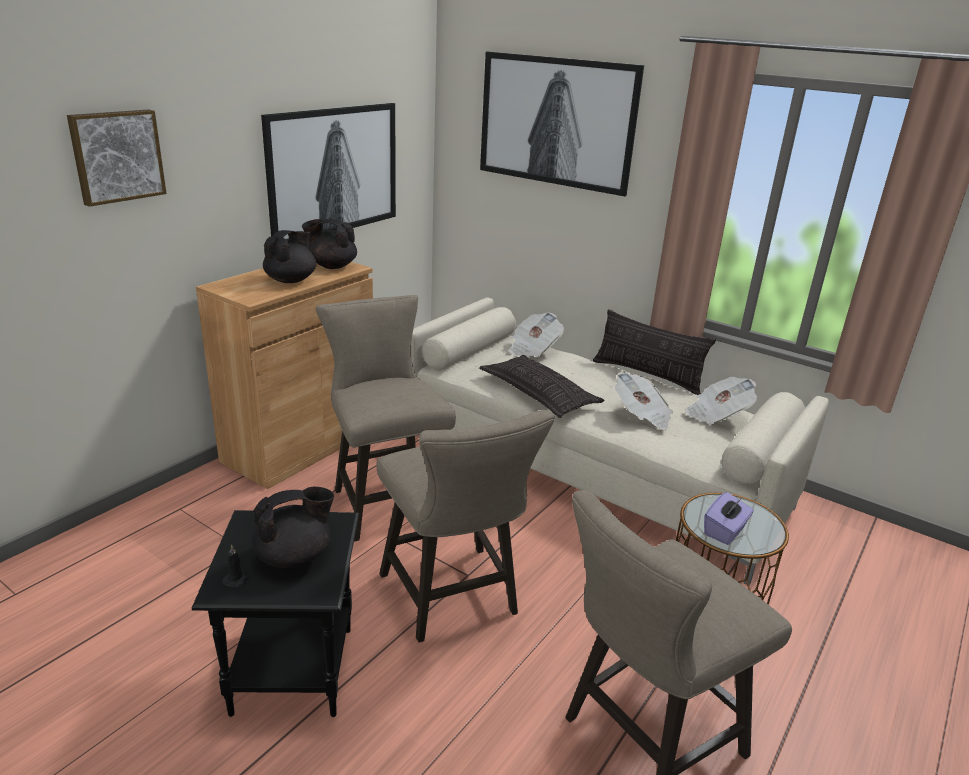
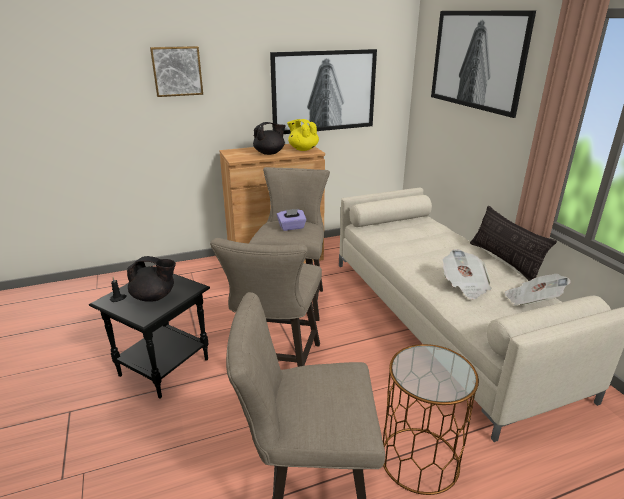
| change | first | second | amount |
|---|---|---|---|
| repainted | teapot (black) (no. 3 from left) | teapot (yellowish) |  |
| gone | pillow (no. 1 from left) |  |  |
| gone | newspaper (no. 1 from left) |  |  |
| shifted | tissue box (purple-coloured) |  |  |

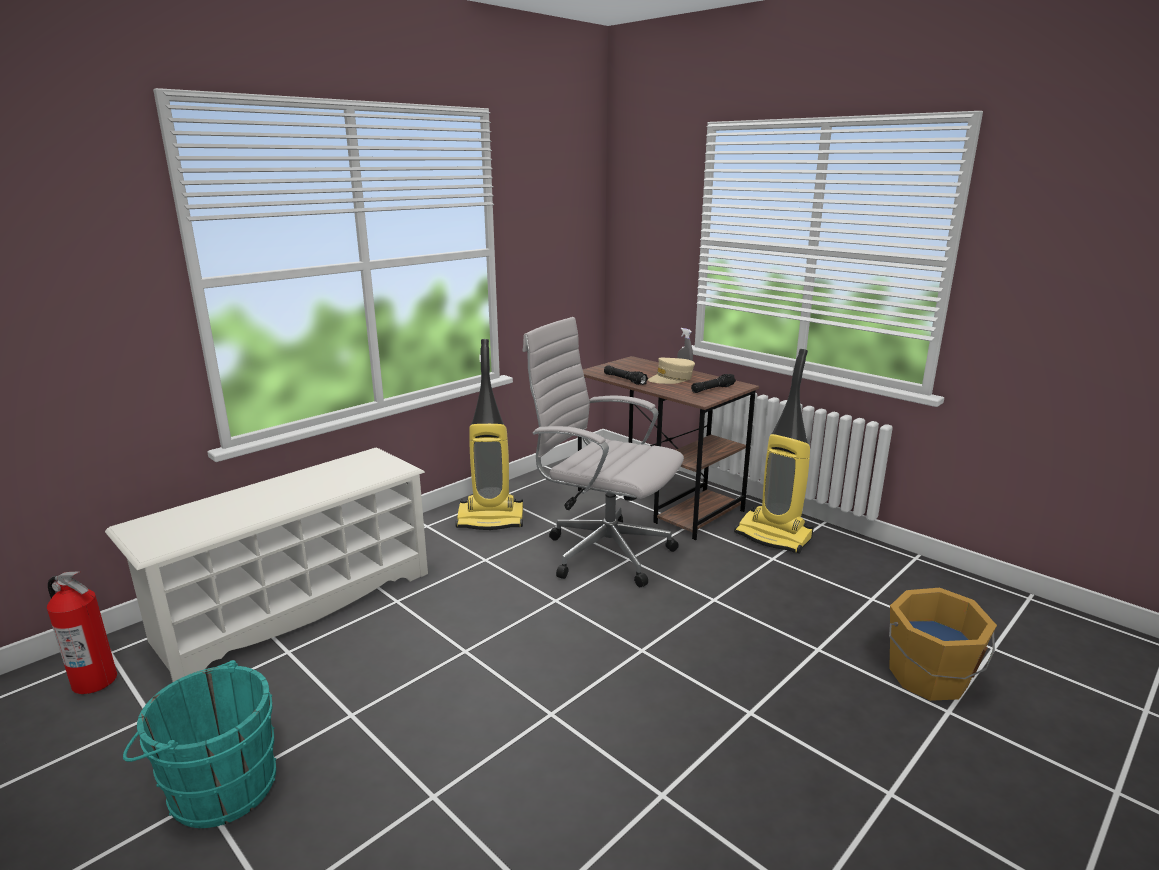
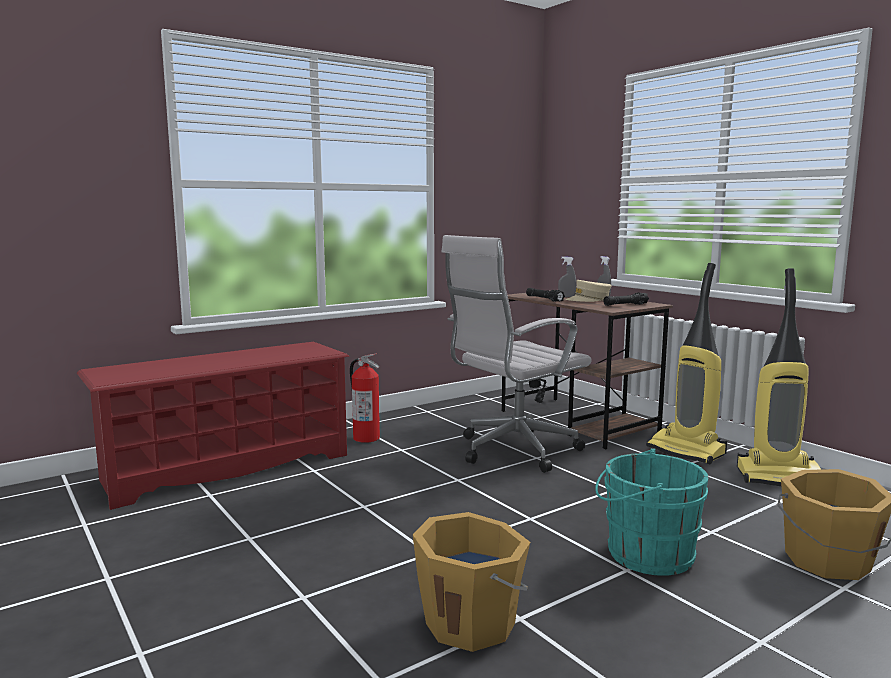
| change | first | second | amount |
|---|---|---|---|
| shifted | extinguisher |  |  |
| repainted | shoe shelf (white) | shoe shelf (red) |  |
| shifted | bucket (blue-green) |  |  |
| shifted | vacuum cleaner (no. 1 from left in the first image) | vacuum cleaner (no. 2 from left) |  |
| rotated | desk chair (white) |  | 75 degrees counterclockwise |
| new |  | bucket (orangey) (no. 1 from left) |  |
| new |  | spray bottle (gray) (no. 1 from left) |  |

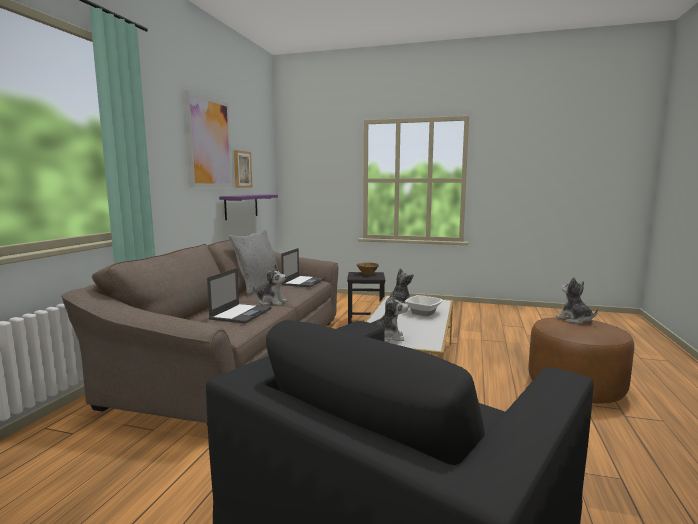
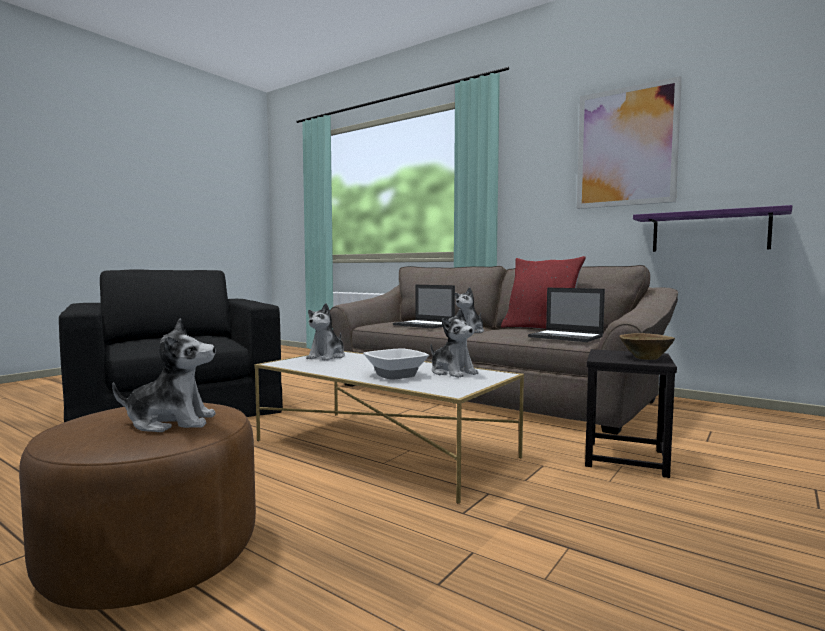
| change | first | second | amount |
|---|---|---|---|
| repainted | pillow (gray) | pillow (red) |  |
| gone | picture (no. 2 from left) |  |  |

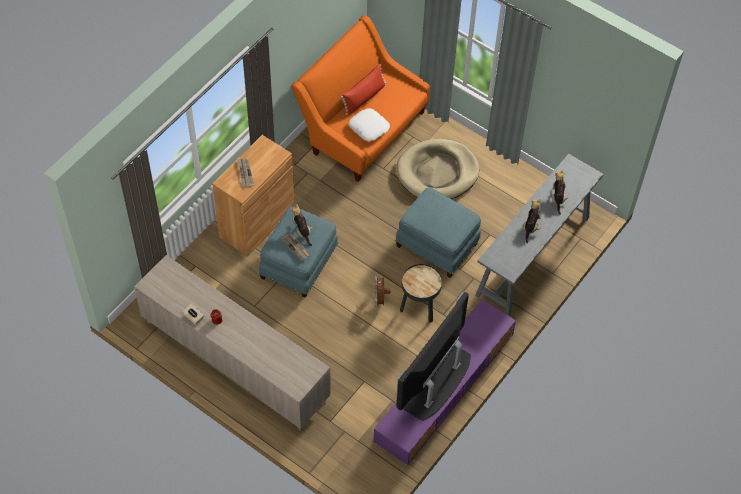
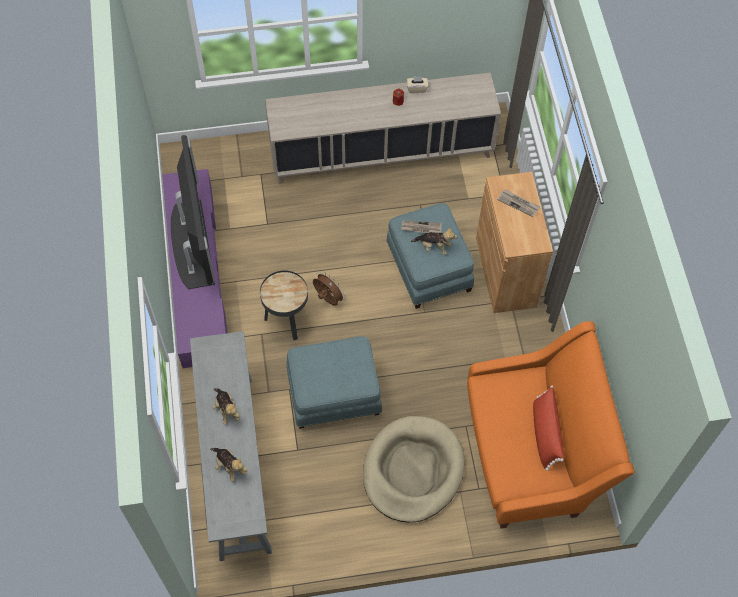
| change | first | second | amount |
|---|---|---|---|
| gone | pillow (white) |  |  |

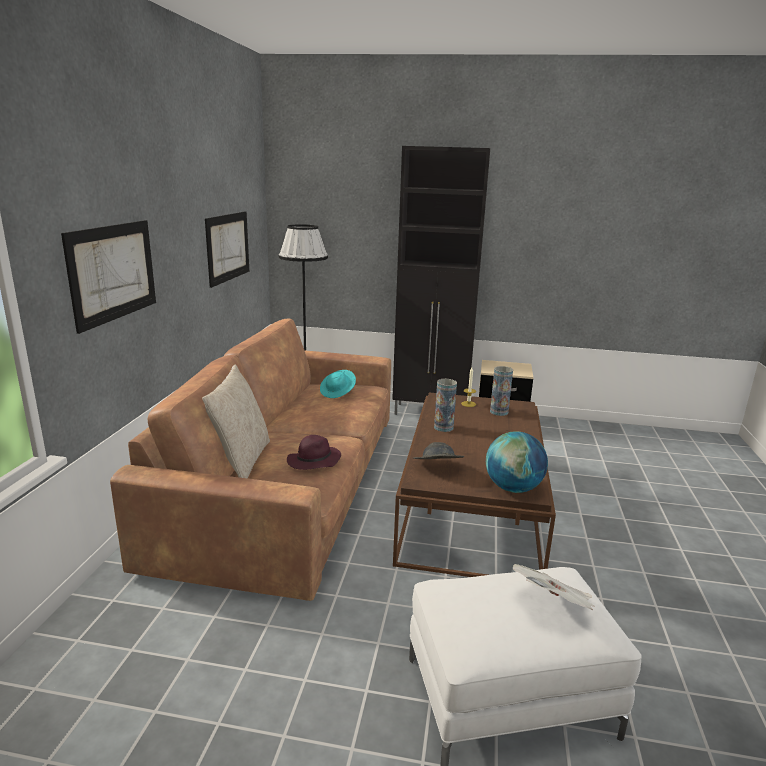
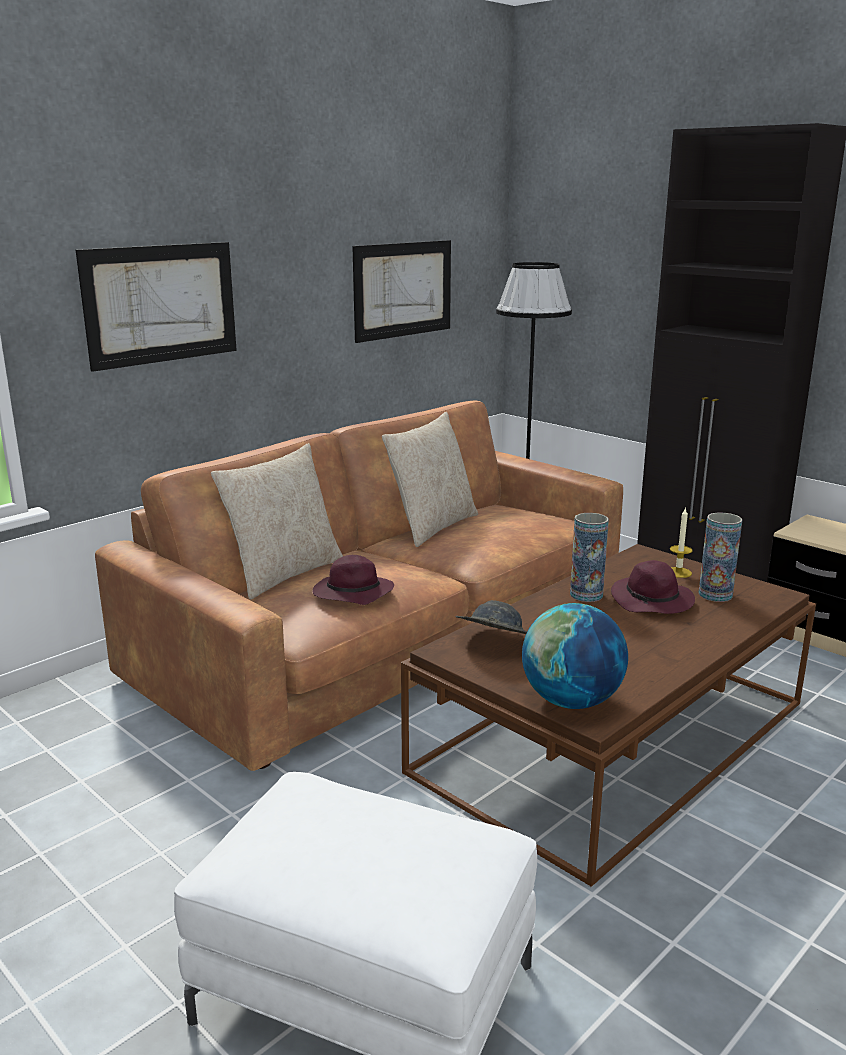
| change | first | second | amount |
|---|---|---|---|
| gone | wearable hat (blue-green) |  |  |
| gone | newspaper |  |  |
| new |  | pillow (sand-coloured) (no. 2 from left) |  |
| new |  | wearable hat (purple-coloured) (no. 2 from left) |  |

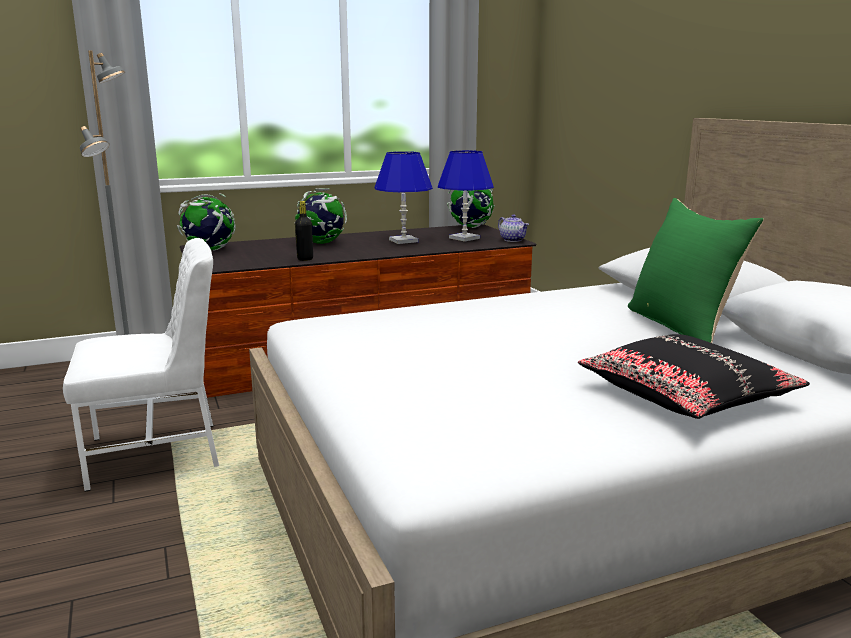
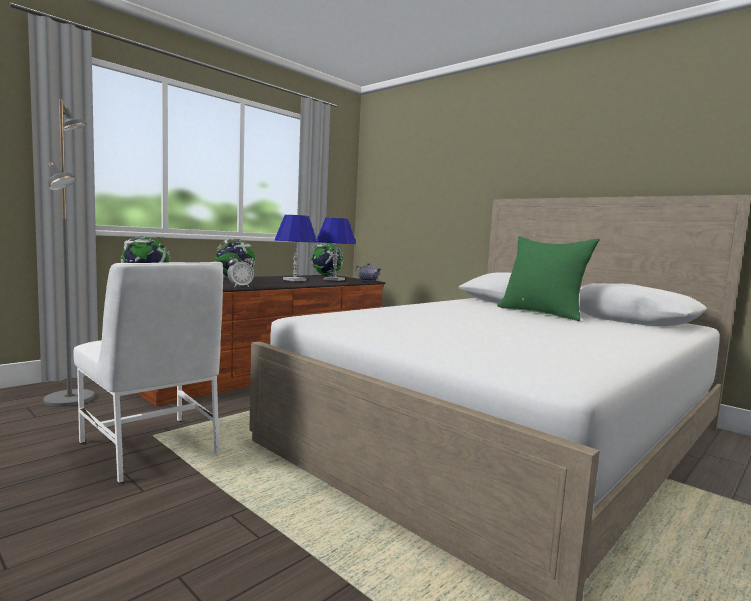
| change | first | second | amount |
|---|---|---|---|
| rotated | plain chair (white) |  | 90 degrees clockwise |
| swapped | bottle (black) | alarm clock |  |
| gone | pillow (black) |  |  |

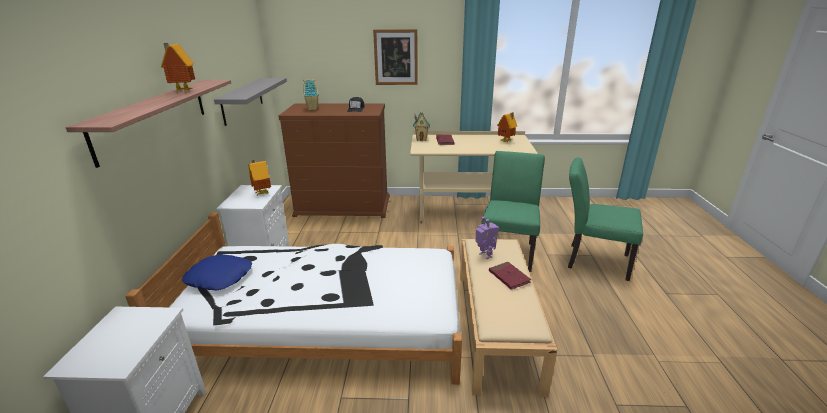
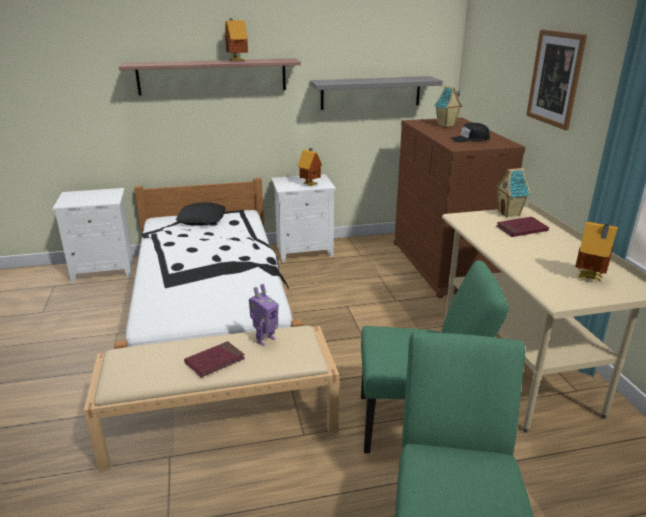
| change | first | second | amount |
|---|---|---|---|
| repainted | pillow (blue-coloured) | pillow (black) |  |

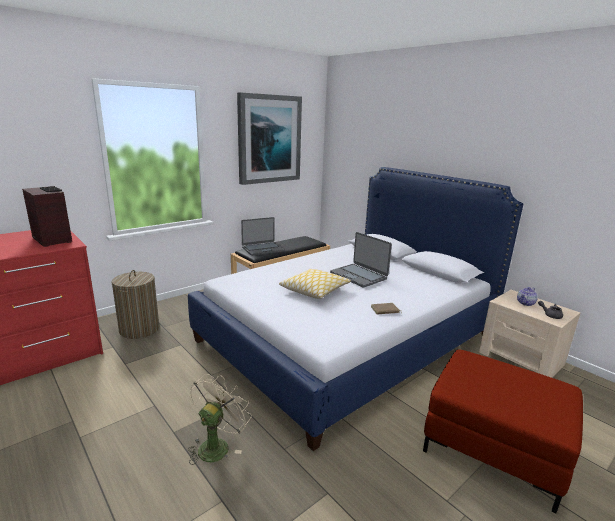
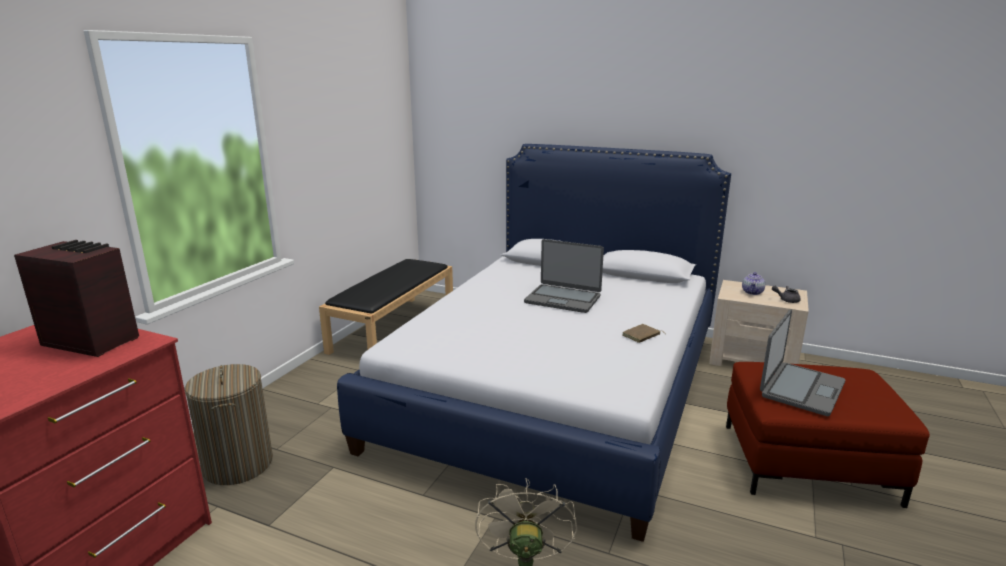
| change | first | second | amount |
|---|---|---|---|
| gone | picture |  |  |
| shifted | notebook computer (no. 1 from left in the first image) | notebook computer (no. 2 from left) |  |
| gone | pillow |  |  |

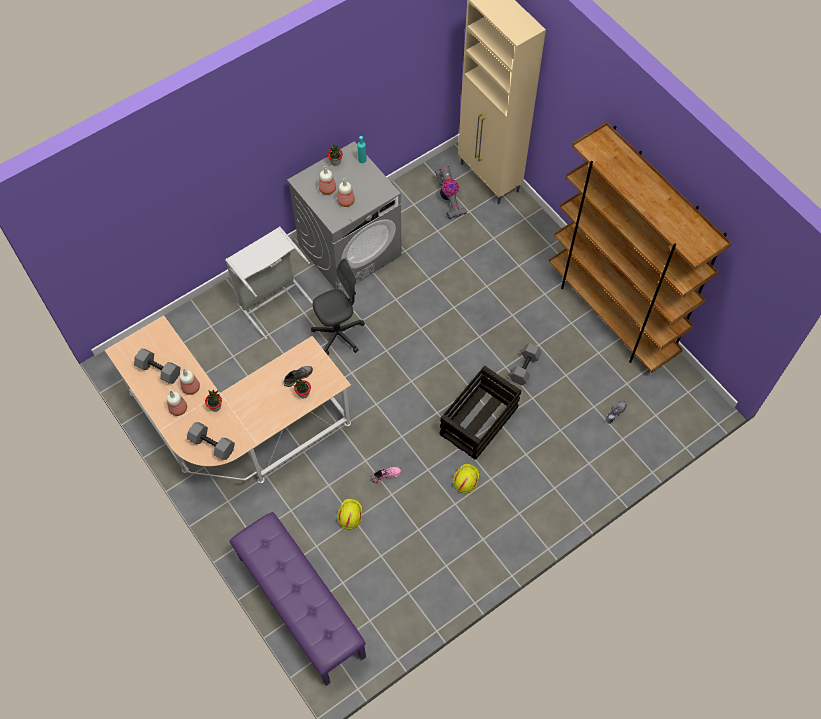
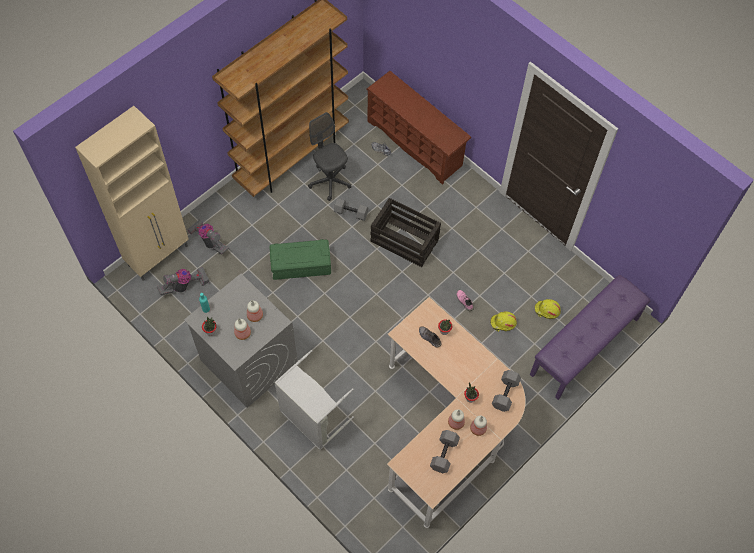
| change | first | second | amount |
|---|---|---|---|
| shifted | desk chair (gray) |  |  |
| shifted | hard hat (yellowish) (no. 2 from left) |  |  |
| new |  | vacuum cleaner (no. 2 from left) |  |
| new |  | storage bin (greenish) |  |
| new |  | shoe shelf (brown-coloured) |  |

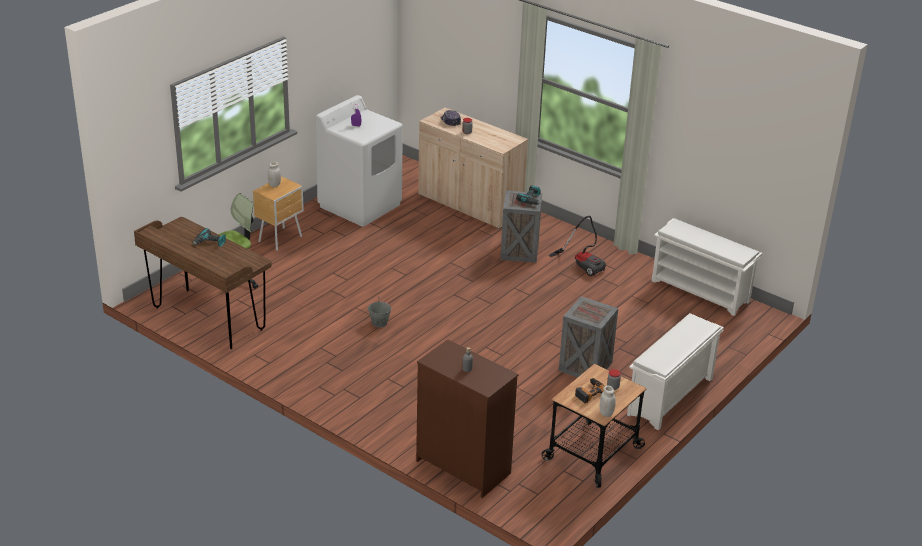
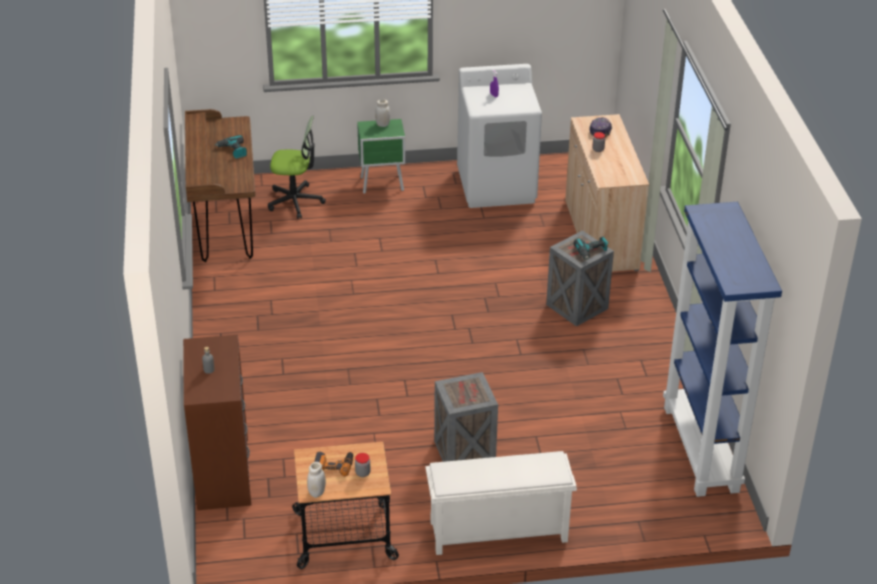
| change | first | second | amount |
|---|---|---|---|
| repainted | bedside table (brown-coloured) | bedside table (greenish) |  |
| gone | bucket (gray) |  |  |
| gone | vacuum cleaner |  |  |
| swapped | shoe shelf (white) (no. 2 from left) | bookcase (blue-coloured) |  |

